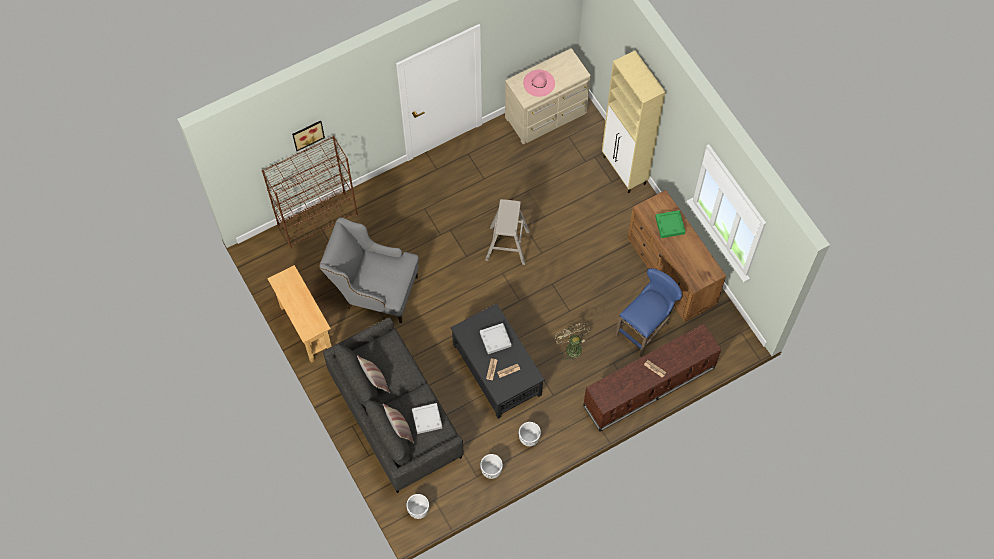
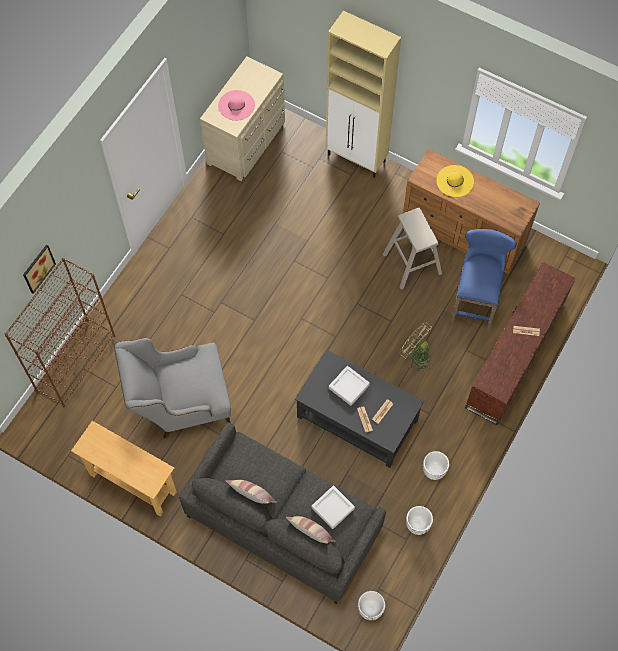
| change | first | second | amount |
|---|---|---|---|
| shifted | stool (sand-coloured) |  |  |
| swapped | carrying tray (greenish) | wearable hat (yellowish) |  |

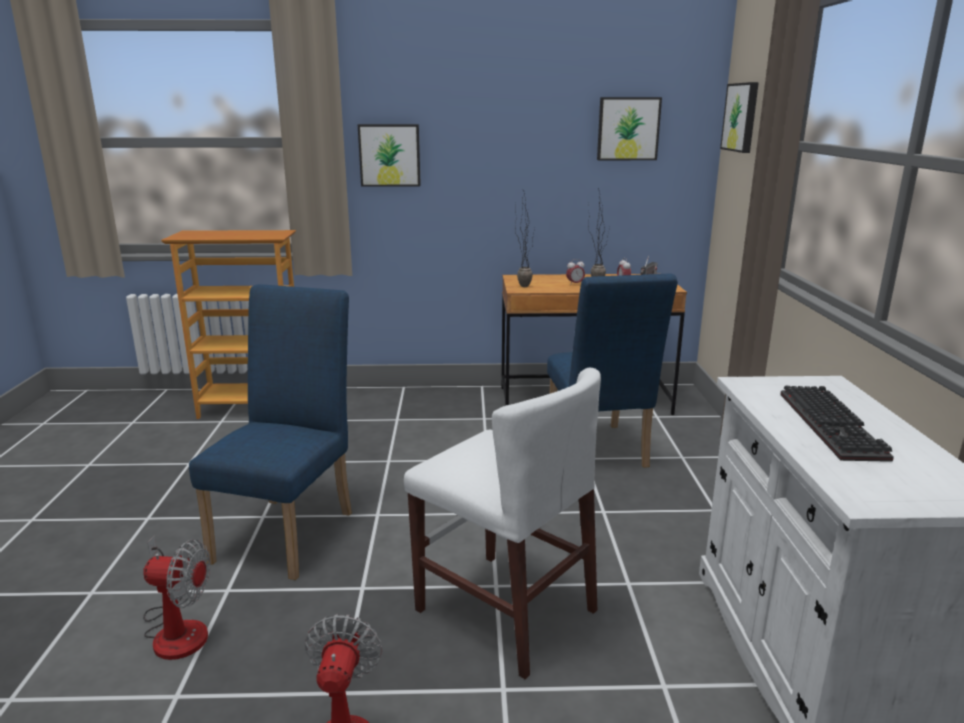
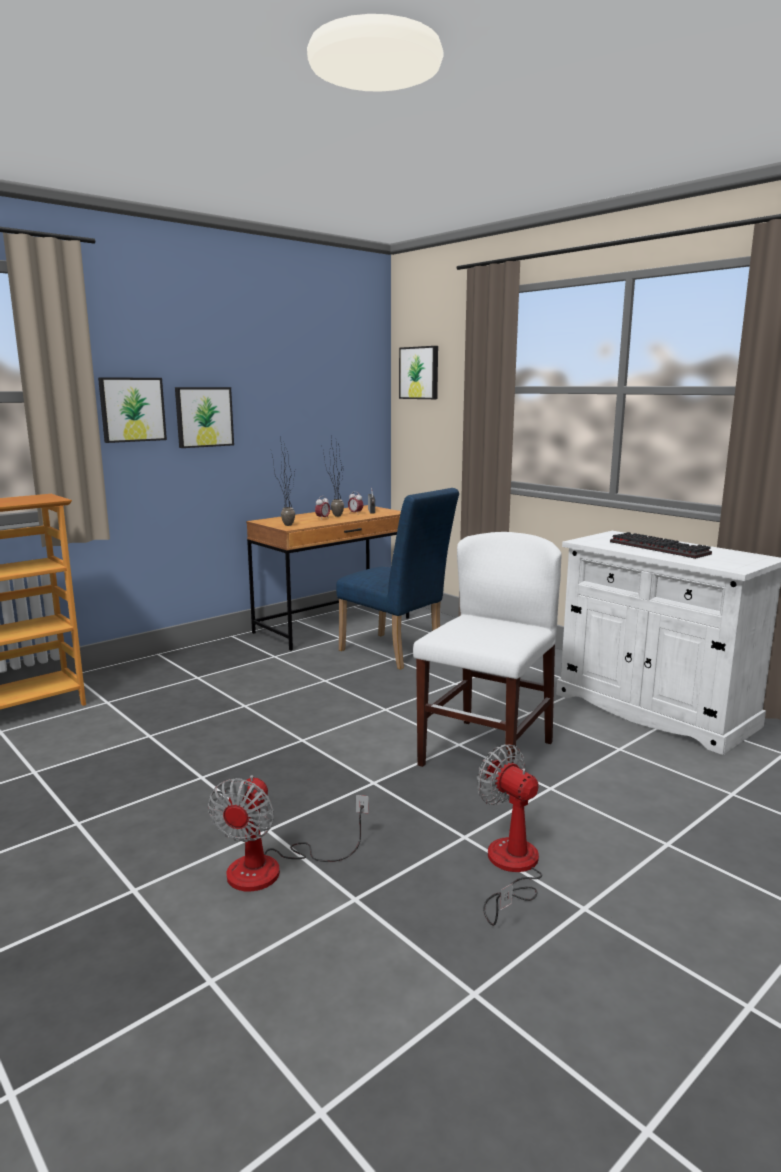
| change | first | second | amount |
|---|---|---|---|
| rotated | cooling fan (no. 1 from left) |  | 135 degrees clockwise |
| gone | plain chair (blue-coloured) (no. 1 from left) |  |  |
| rotated | plain chair (white) |  | 60 degrees counterclockwise |
| shifted | picture (no. 2 from left) |  |  |

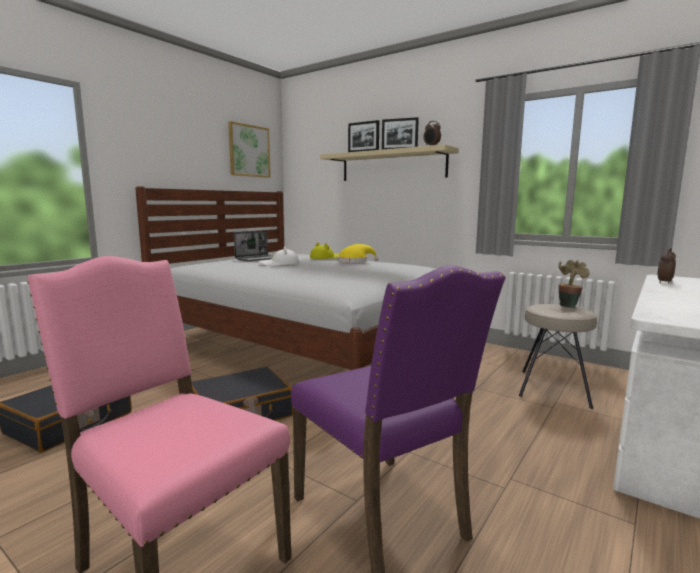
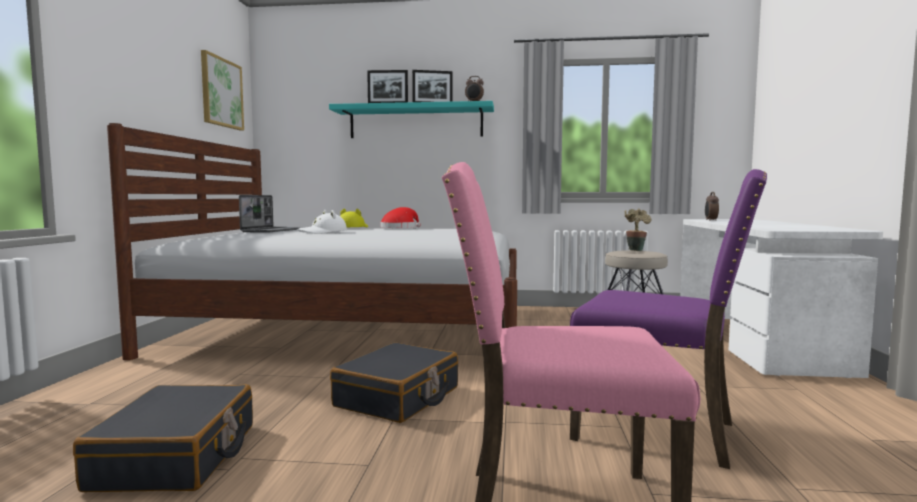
| change | first | second | amount |
|---|---|---|---|
| repainted | shelf (sand-coloured) | shelf (blue-green) |  |
| repainted | wearable hat (yellowish) (no. 2 from left) | wearable hat (red) |  |

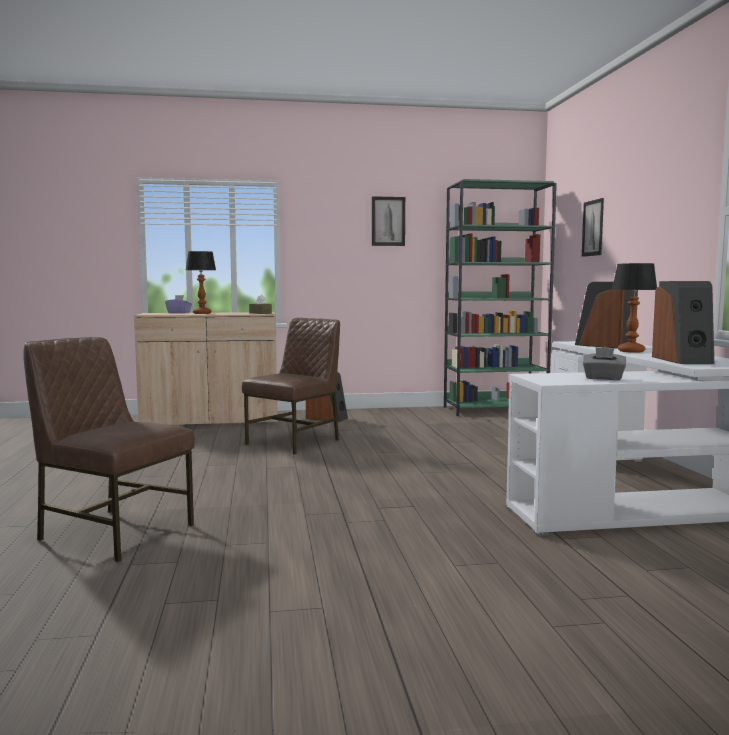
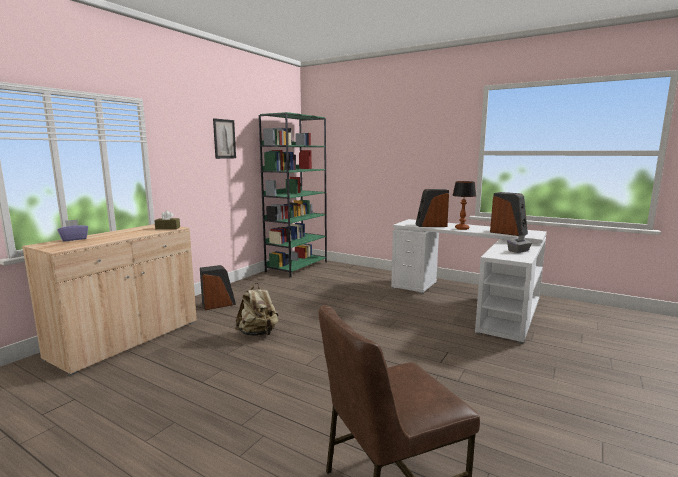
| change | first | second | amount |
|---|---|---|---|
| gone | tabletop lamp (no. 1 from left) |  |  |
| swapped | plain chair (brown-coloured) (no. 2 from left) | backpack (sand-coloured) |  |
| gone | picture (no. 2 from left) |  |  |

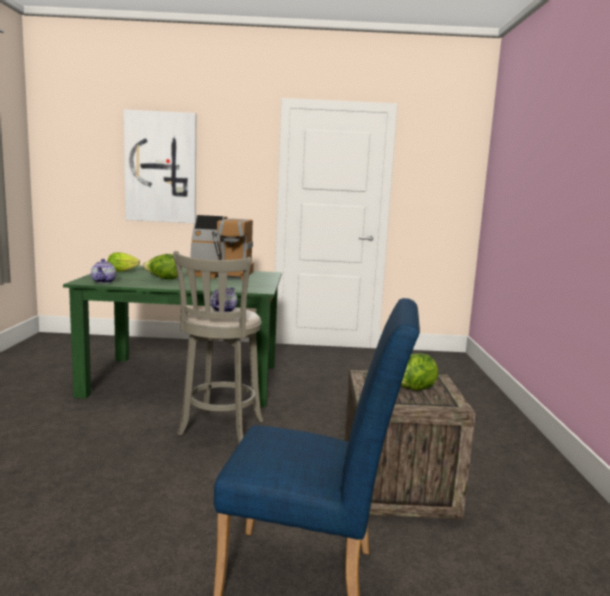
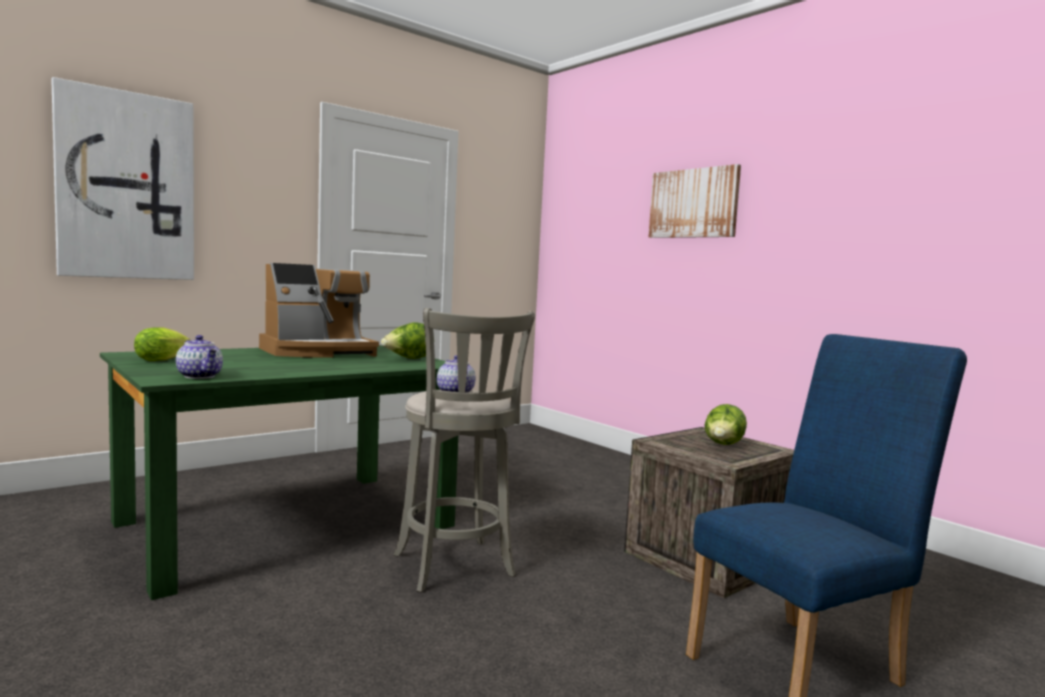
| change | first | second | amount |
|---|---|---|---|
| shifted | head of lettuce (no. 2 from left) |  |  |
| new |  | picture (no. 2 from left) |  |

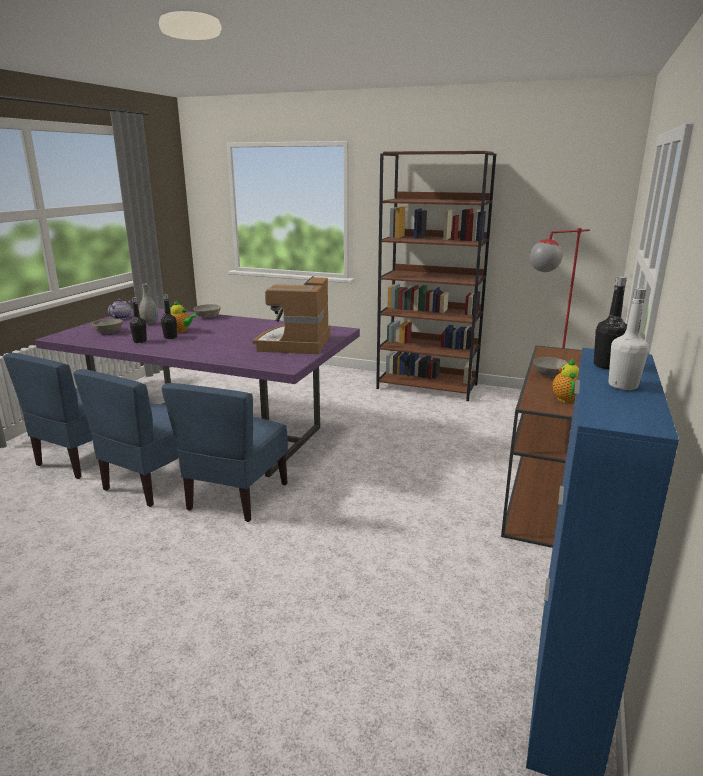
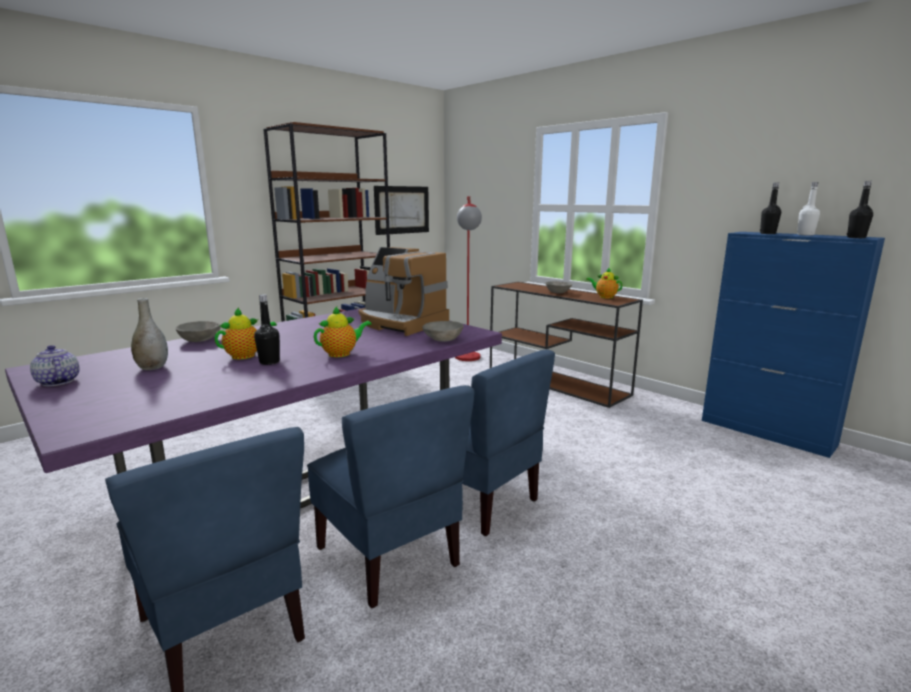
| change | first | second | amount |
|---|---|---|---|
| shifted | deep dish (gray) (no. 1 from left in the first image) | deep dish (gray) (no. 2 from left) |  |
| shifted | bottle (black) (no. 1 from left in the first image) | bottle (black) (no. 3 from left) |  |
| new |  | teapot (no. 3 from left) |  |
| new |  | picture |  |

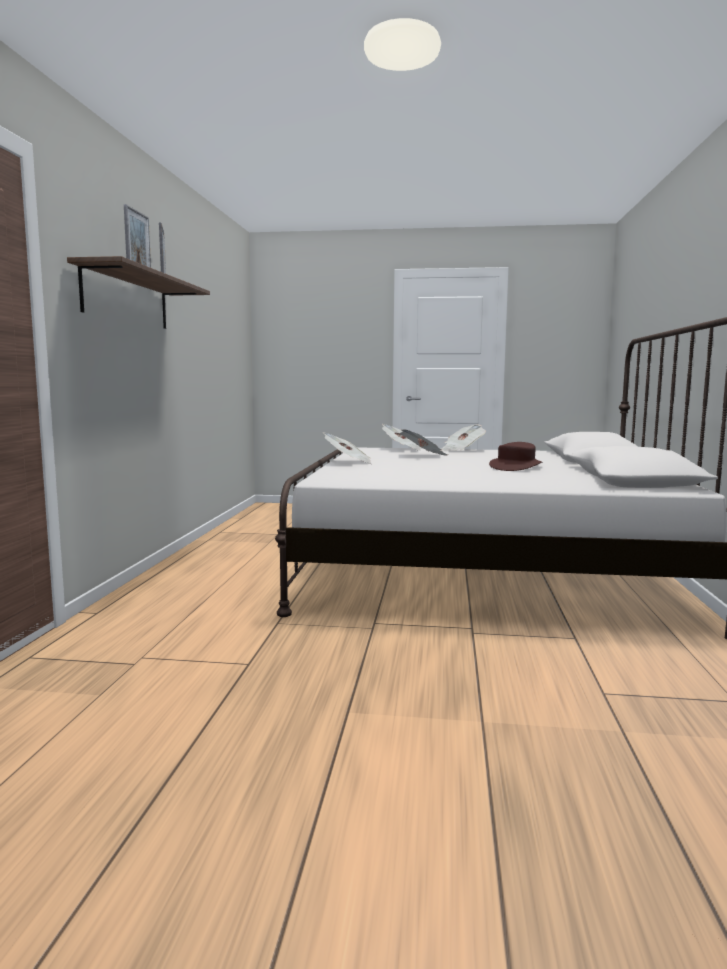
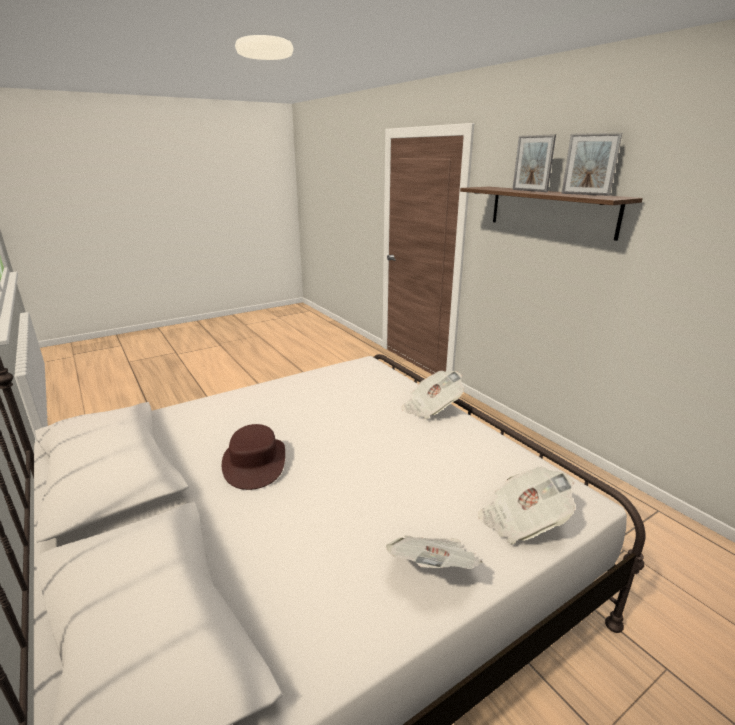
| change | first | second | amount |
|---|---|---|---|
| gone | newspaper (no. 3 from left) |  |  |

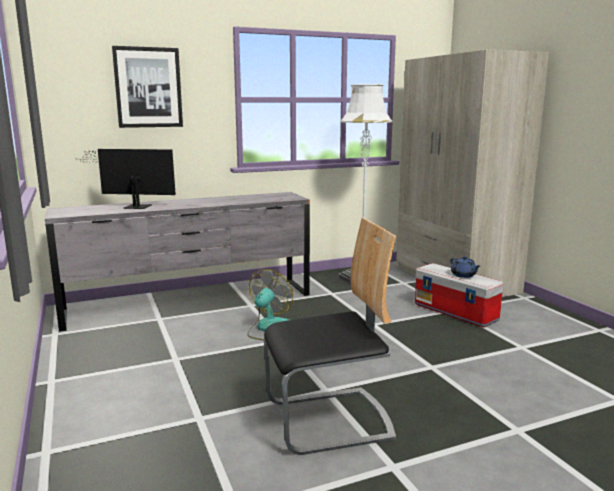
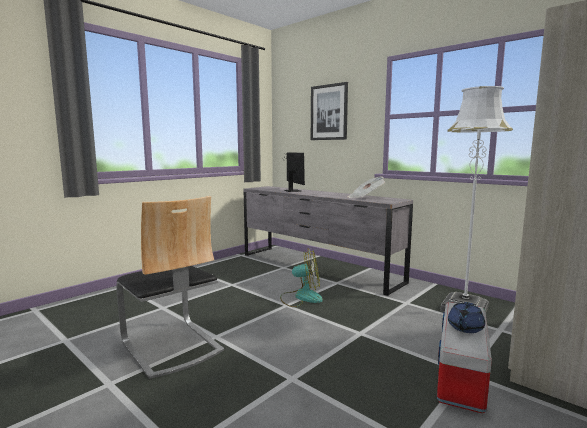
| change | first | second | amount |
|---|---|---|---|
| new |  | newspaper |  |

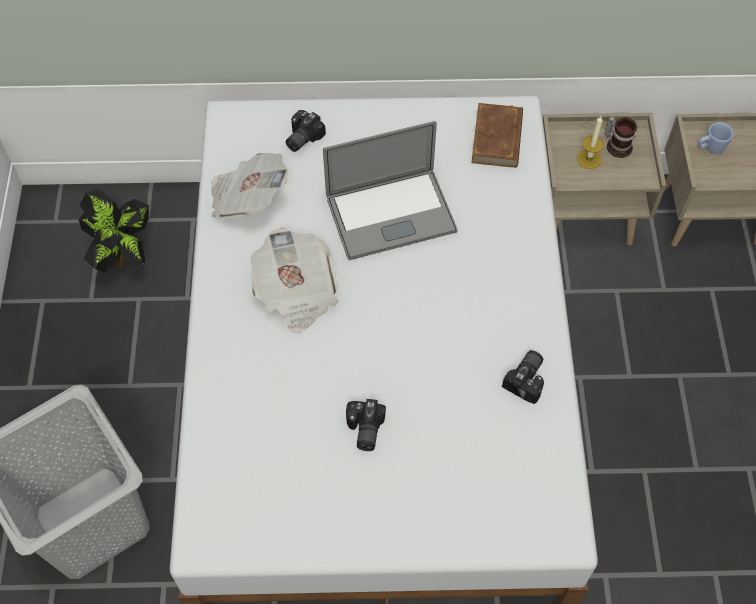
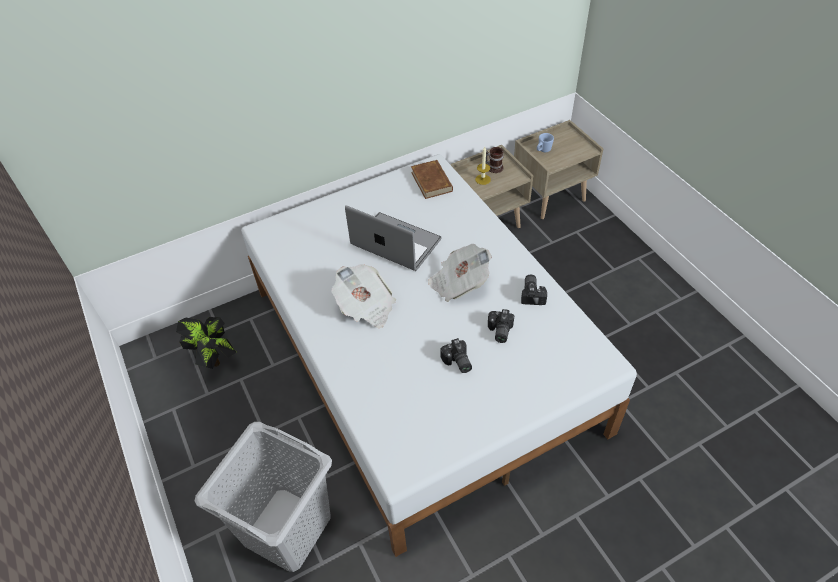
| change | first | second | amount |
|---|---|---|---|
| shifted | newspaper (no. 1 from left in the first image) | newspaper (no. 2 from left) |  |
| shifted | still camera (no. 1 from left in the first image) | still camera (no. 2 from left) |  |
| rotated | notebook computer |  | 105 degrees counterclockwise |

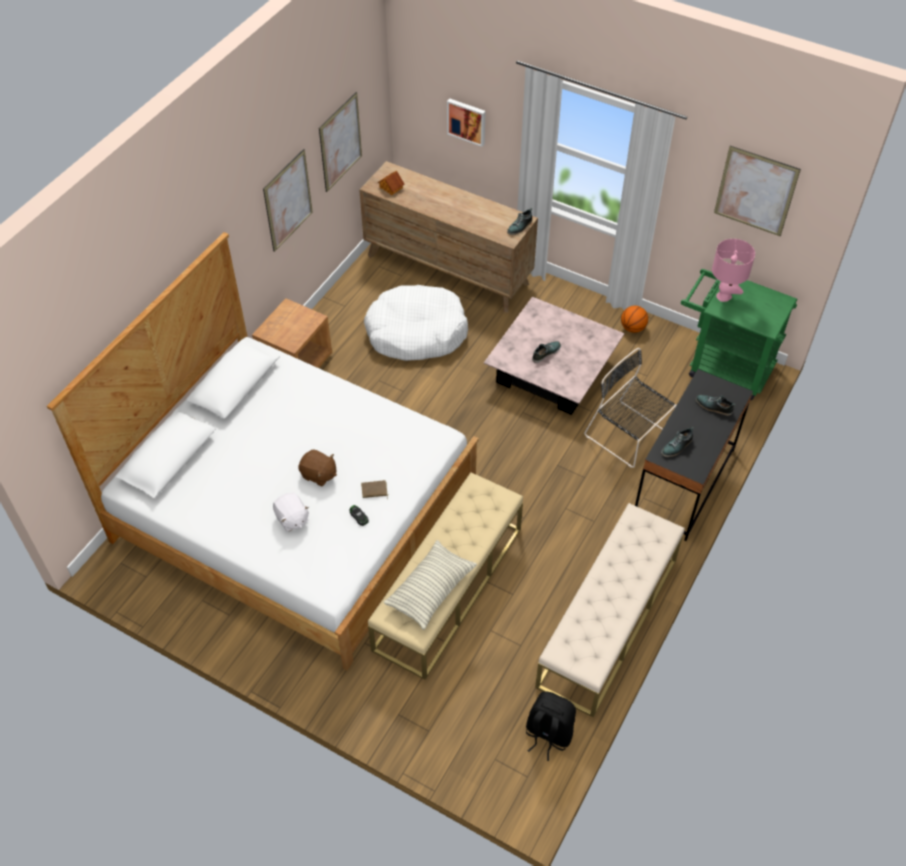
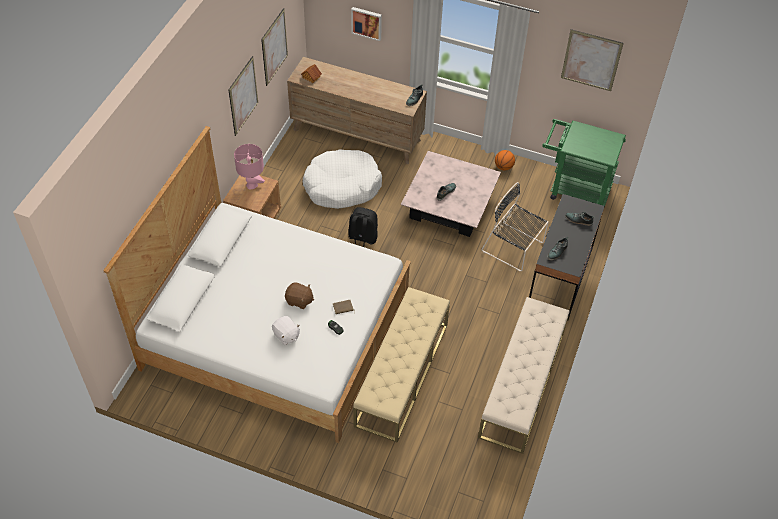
| change | first | second | amount |
|---|---|---|---|
| gone | pillow |  |  |
| shifted | backpack (black) |  |  |
| shifted | tabletop lamp (pink) |  |  |

